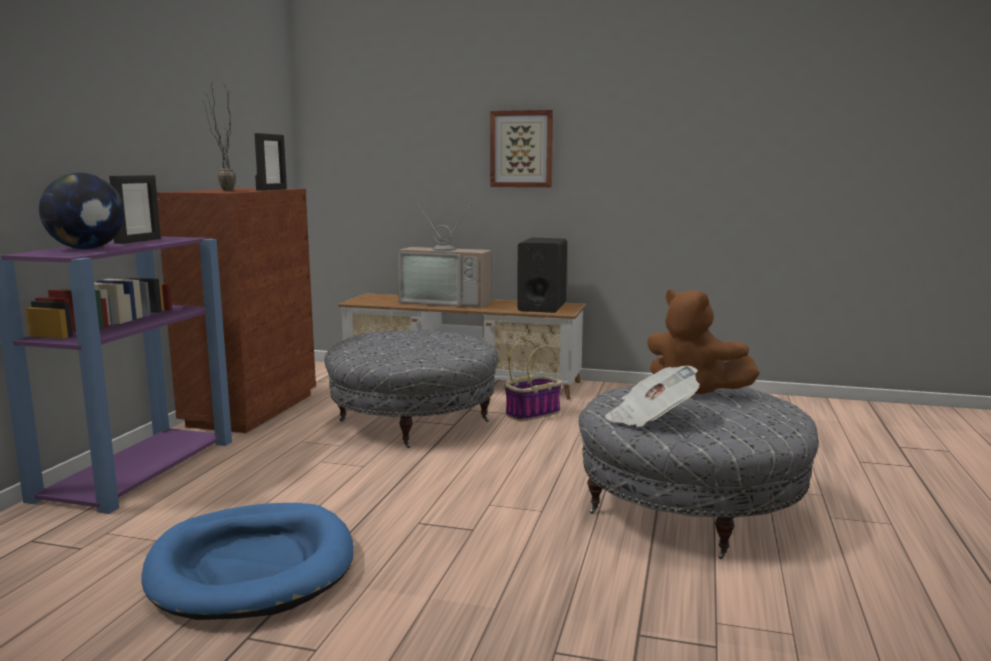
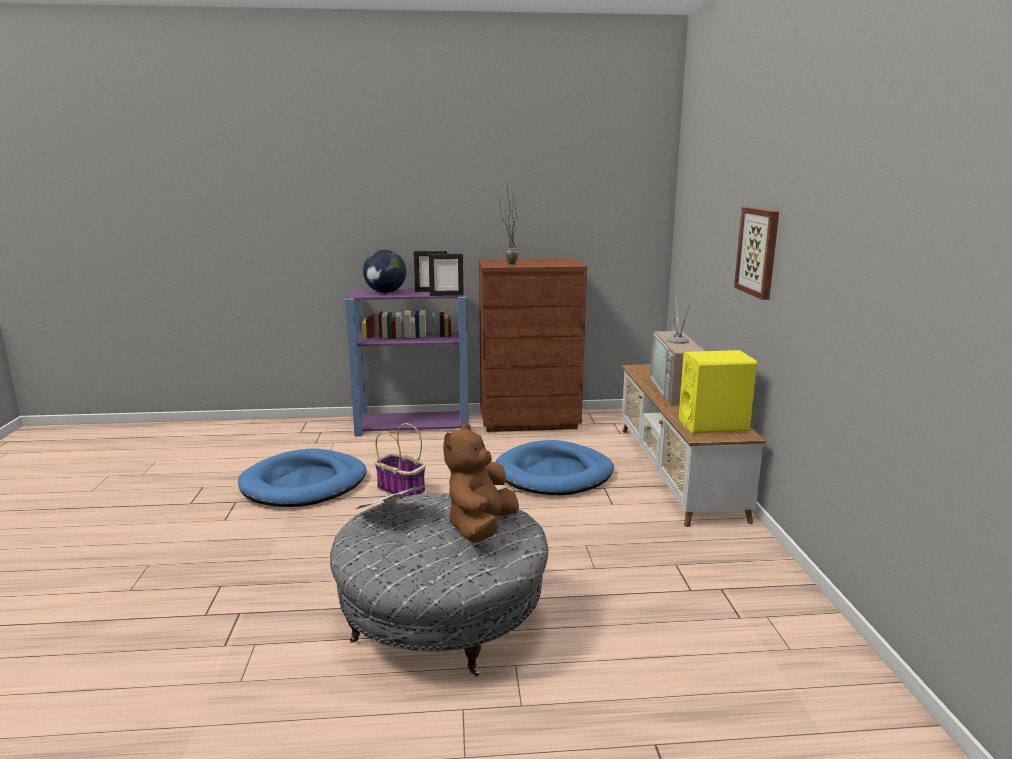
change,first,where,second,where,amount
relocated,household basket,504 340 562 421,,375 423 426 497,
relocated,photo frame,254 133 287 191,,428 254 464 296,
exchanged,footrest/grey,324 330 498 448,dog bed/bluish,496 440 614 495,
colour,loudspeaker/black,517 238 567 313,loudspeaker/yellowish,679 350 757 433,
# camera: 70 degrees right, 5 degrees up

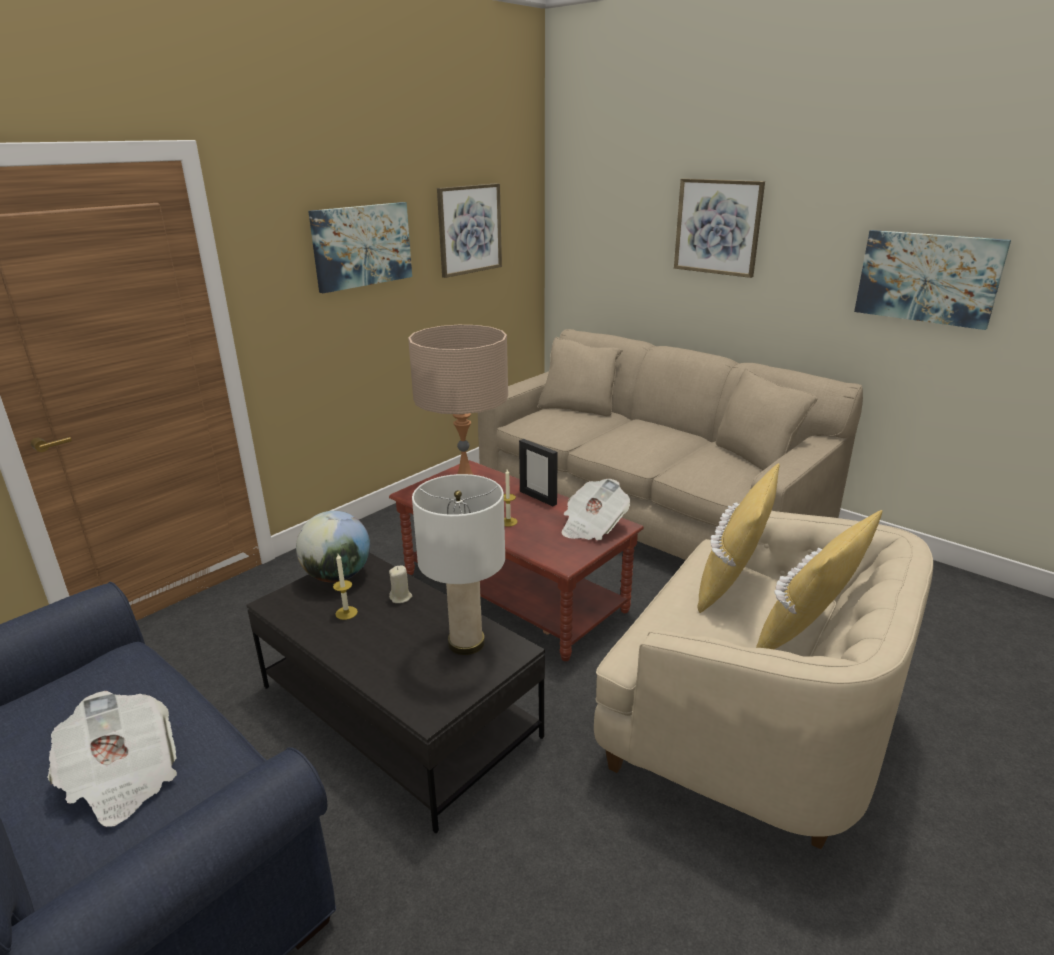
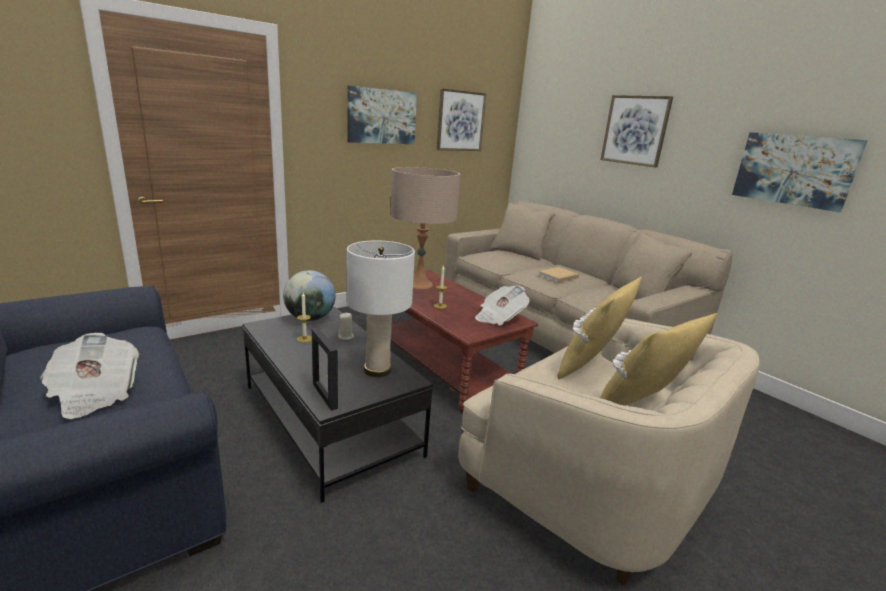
change,first,where,second,where,amount
relocated,photo frame,519 439 558 506,,312 328 338 411,
appeared,,,book/beige,538 267 579 283,
# camera: 10 degrees right, 5 degrees down

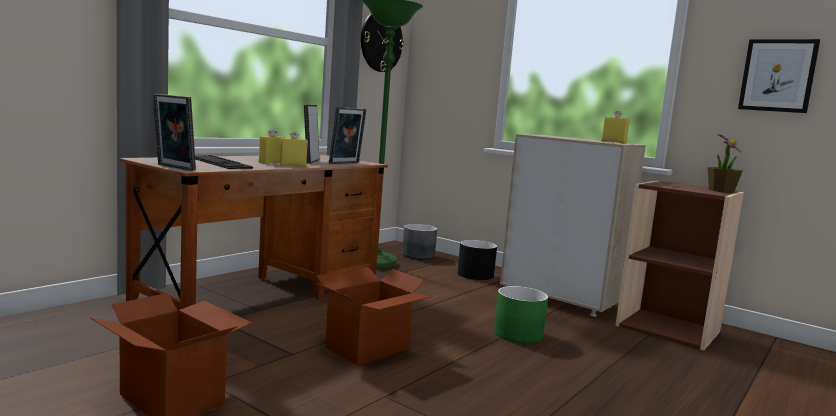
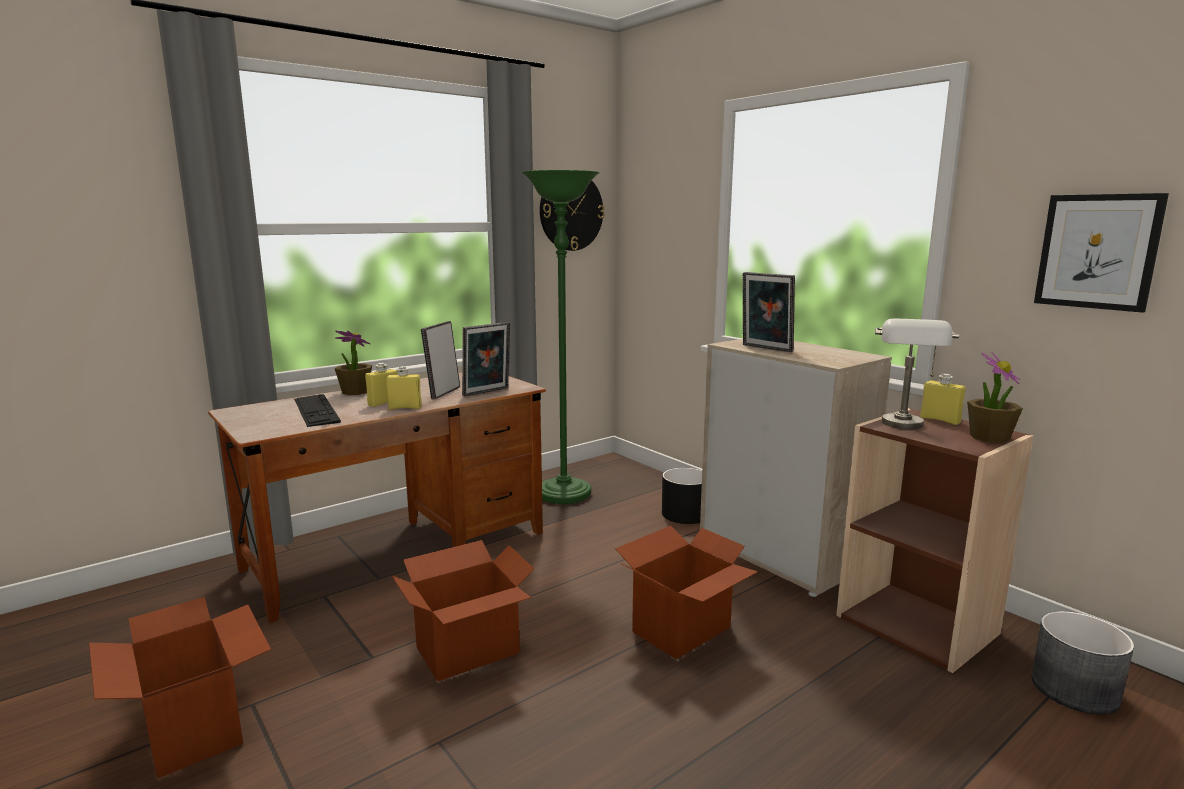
change,first,where,second,where,amount
appeared,,,houseplant,335 330 372 395,
exchanged,flower pot/greenish,494 286 548 344,carton,615 525 758 659,
relocated,photo frame,153 94 196 171,,743 272 795 352,
appeared,,,lamp for a table/grey,875 319 959 429,
relocated,beverage bottle/yellowish,601 111 630 144,,920 374 965 425,
relocated,flower pot/grey,402 224 437 260,,1031 611 1134 715,
# camera: 15 degrees right, 5 degrees up

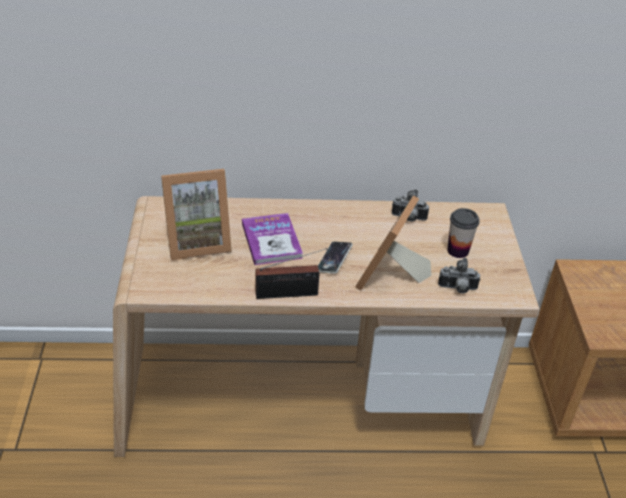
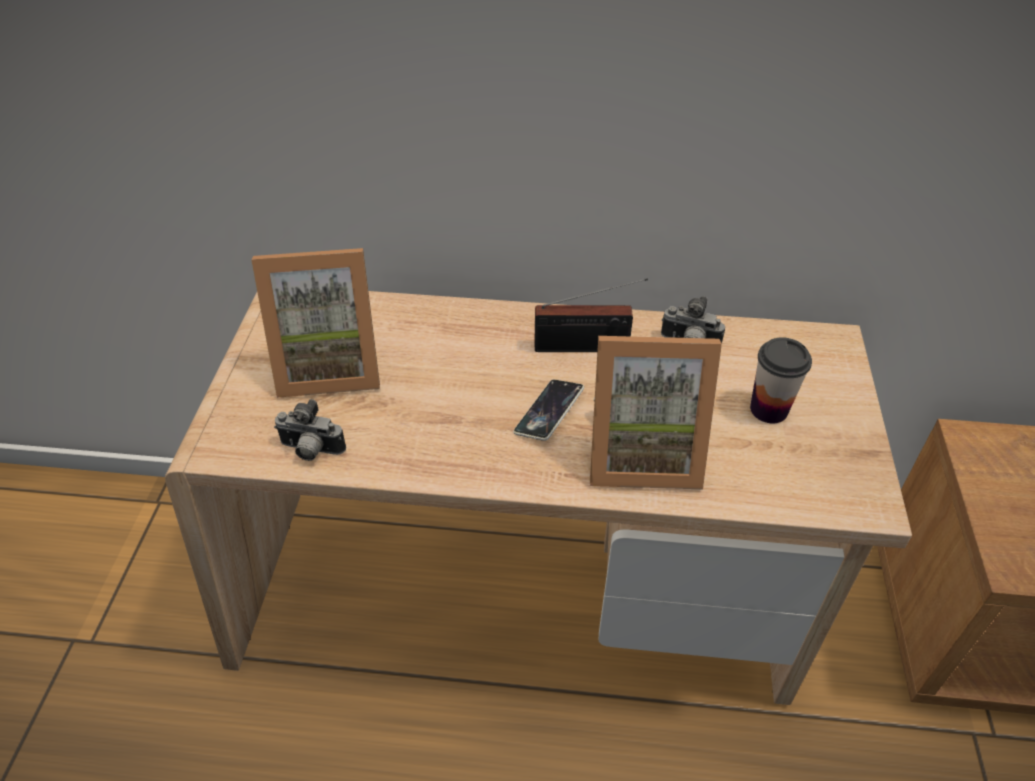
change,first,where,second,where,amount
relocated,photo camera,438 258 481 294,,274 399 346 461,
relocated,radio set,255 248 327 299,,535 278 648 352,
spun,photo frame,355 195 431 291,,590 336 722 489,120 degrees counterclockwise
missing,book,242 213 303 265,,,
# camera: 10 degrees right, 5 degrees up

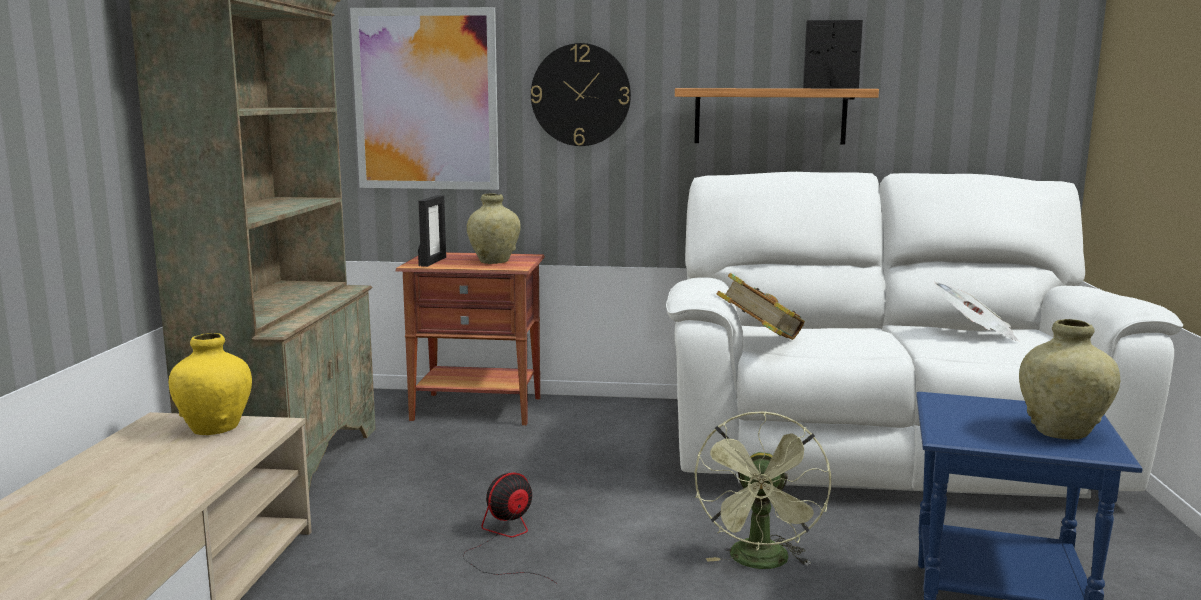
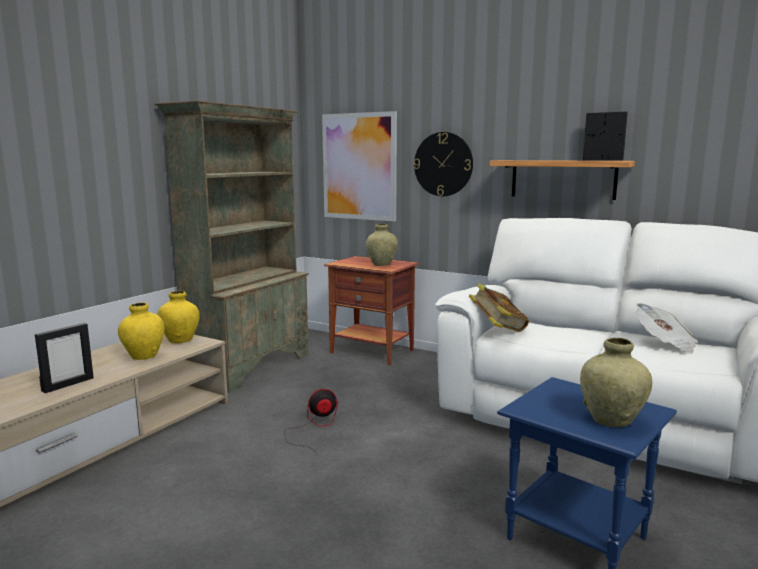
change,first,where,second,where,amount
relocated,photo frame,418 195 446 267,,35 323 94 393,
appeared,,,decorative vase/yellowish,118 302 165 360,
missing,fan/greenish,694 411 831 569,,,
# camera: 25 degrees right, 0 degrees up

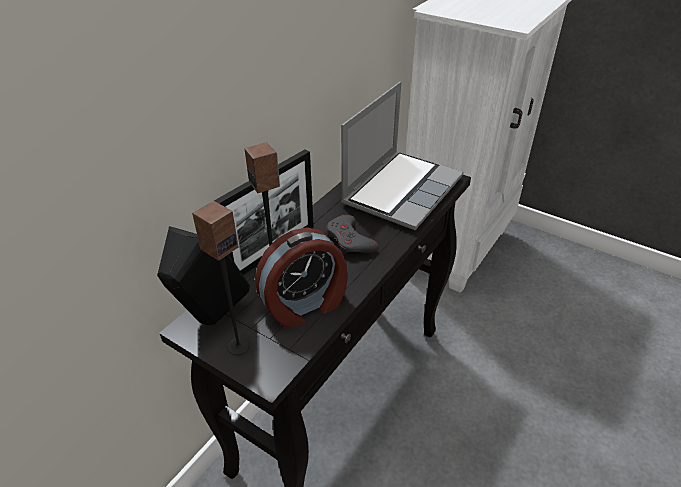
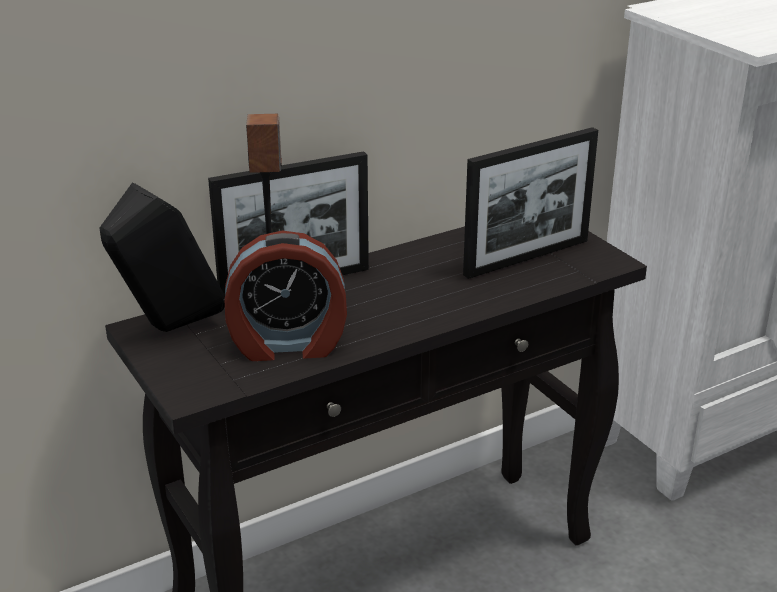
change,first,where,second,where,amount
exchanged,laptop,341 81 463 230,photo frame,463 127 598 279,
missing,loudspeaker,192 201 250 355,,,
missing,game controller/grey,326 215 379 254,,,
# camera: 25 degrees right, 10 degrees down

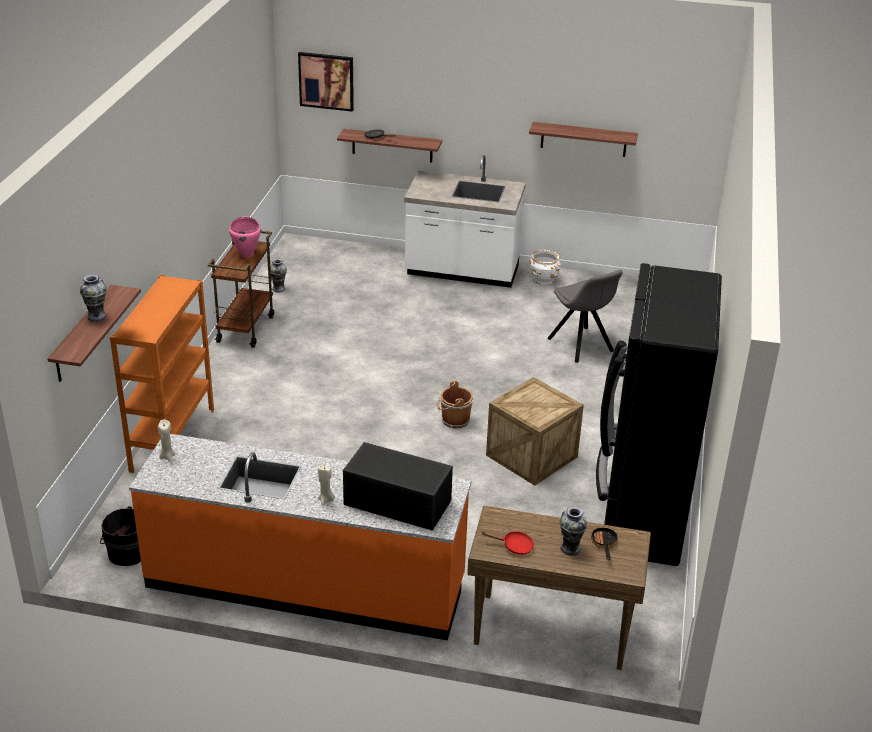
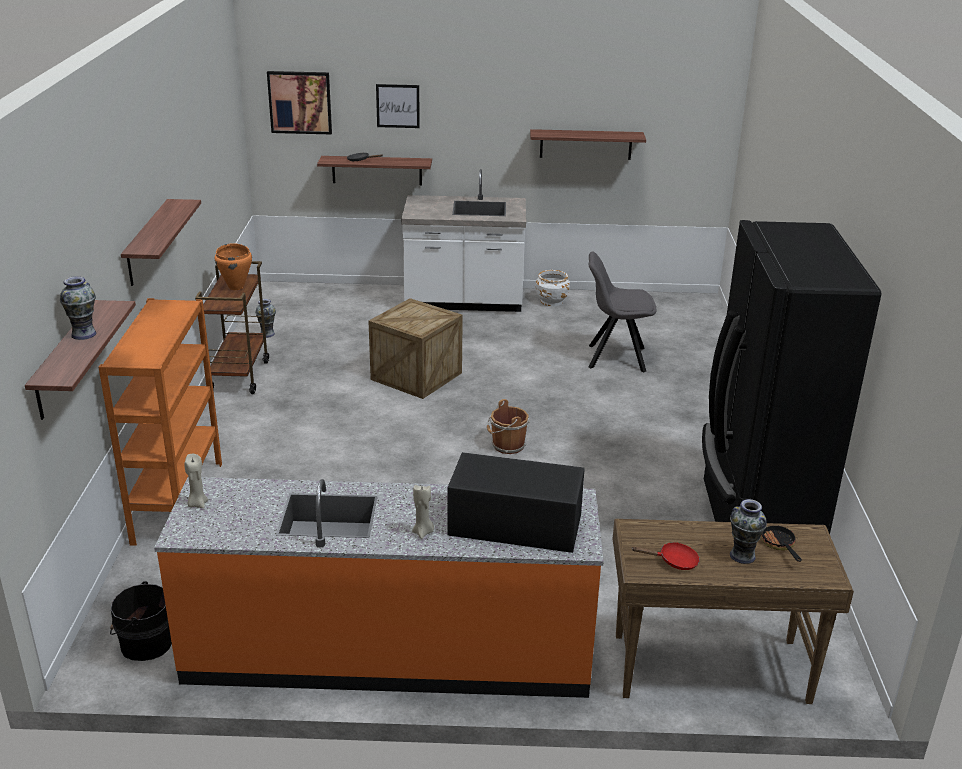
change,first,where,second,where,amount
appeared,,,bracket shelf,121 199 201 286,
colour,stockpot/pinkish,229 217 261 258,stockpot/orange-coloured,215 243 252 290,
relocated,shipping crate,486 377 584 486,,368 298 463 399,
appeared,,,wall picture,376 84 420 128,
spun,upright chair/grey,548 270 623 363,,588 251 657 372,135 degrees clockwise
# camera: 10 degrees left, 5 degrees down

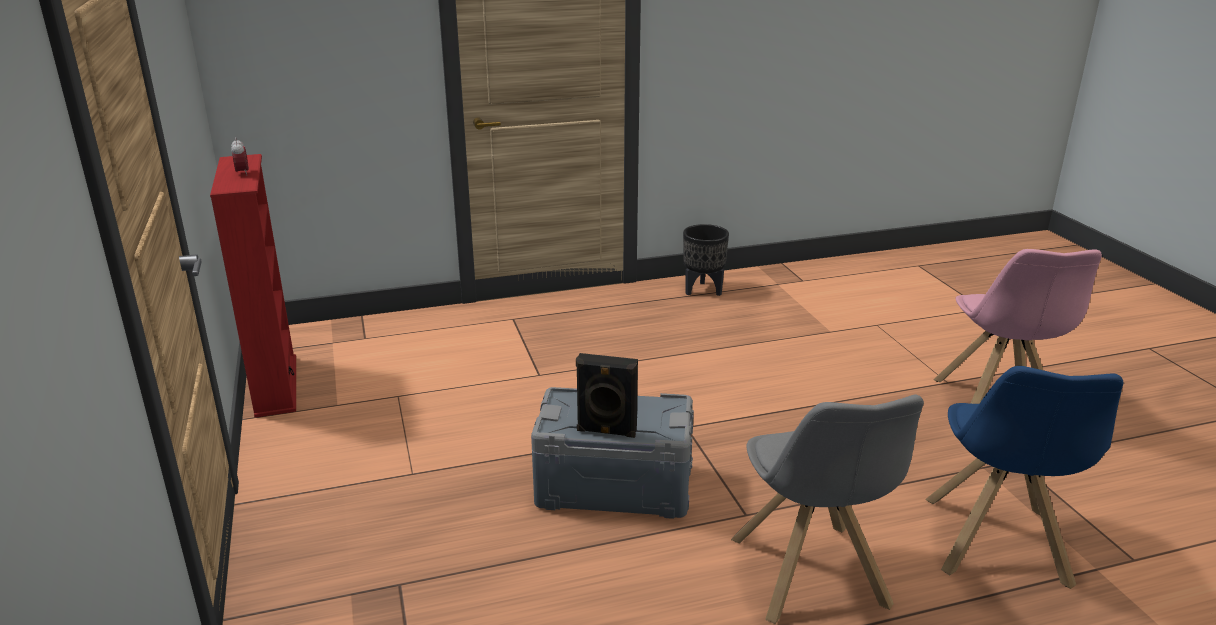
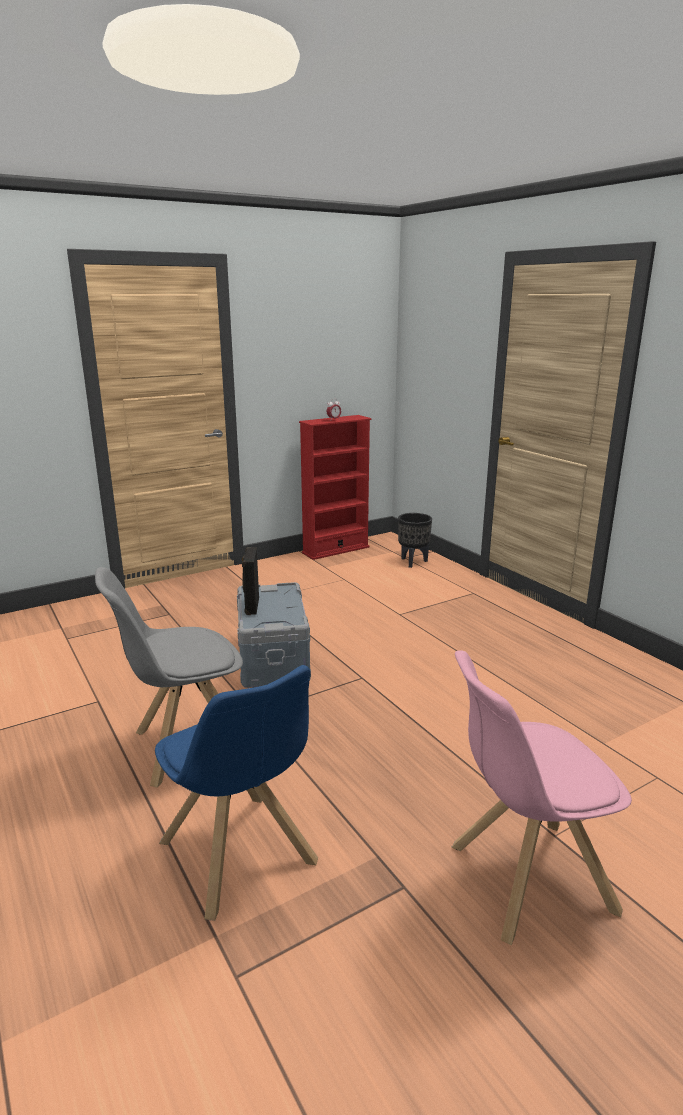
change,first,where,second,where,amount
spun,upright chair/bluish,925 366 1124 589,,155 665 318 921,120 degrees counterclockwise
relocated,flower pot/black,683 224 729 296,,398 513 432 568,
# camera: 75 degrees right, 5 degrees down

